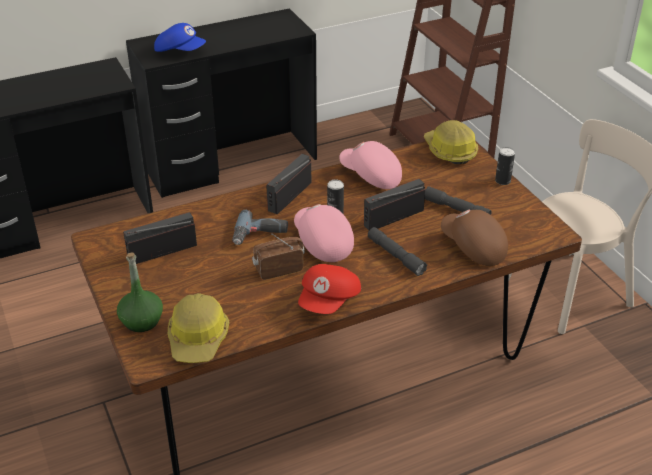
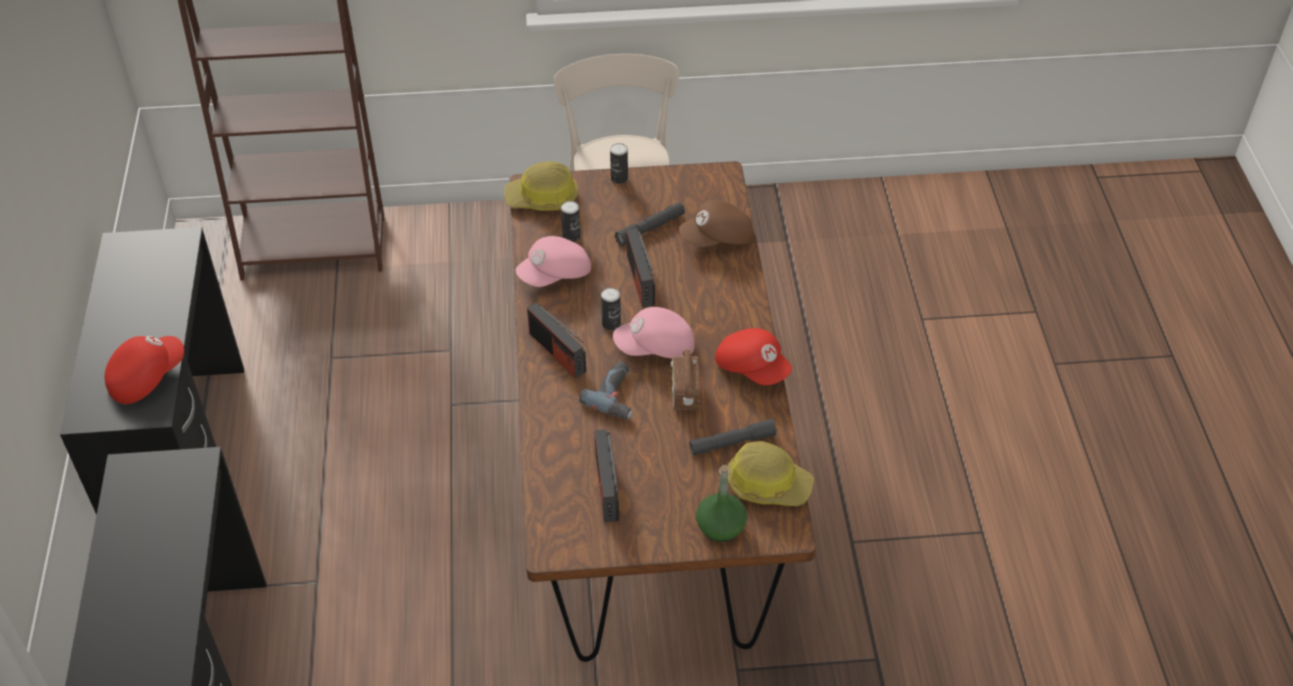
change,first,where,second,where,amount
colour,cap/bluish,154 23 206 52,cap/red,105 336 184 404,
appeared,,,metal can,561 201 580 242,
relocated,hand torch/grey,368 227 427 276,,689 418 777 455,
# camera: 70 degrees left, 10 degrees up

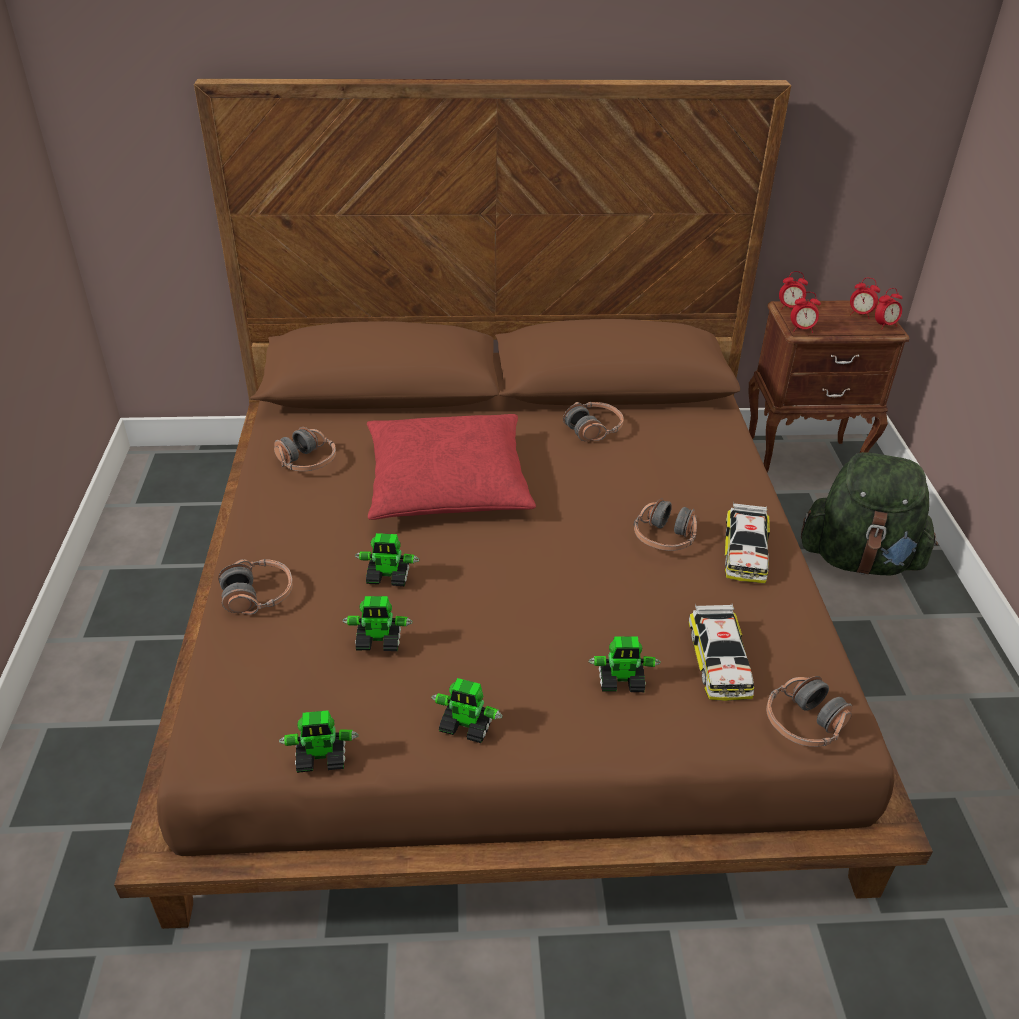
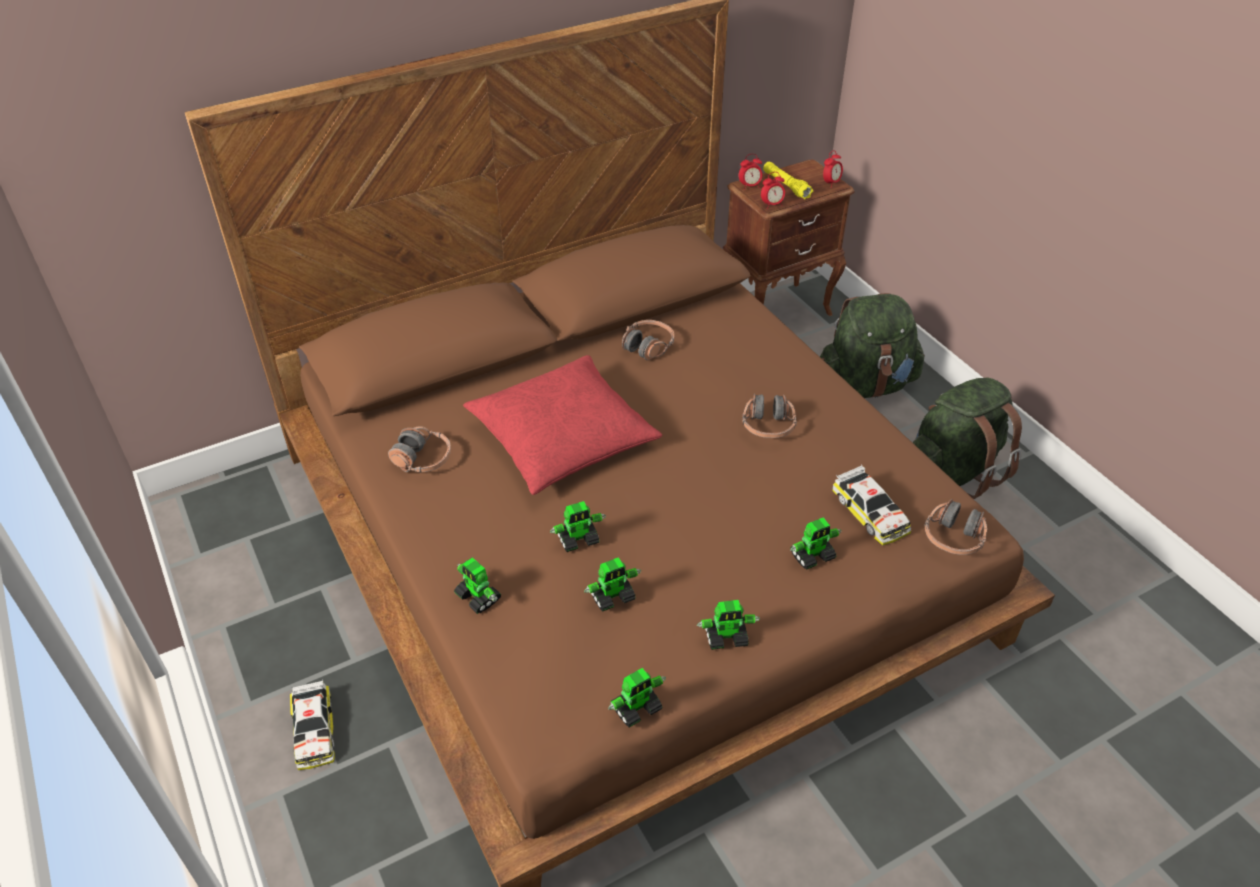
change,first,where,second,where,amount
relocated,model car,725 502 770 584,,290 681 335 770,
exchanged,headset,218 559 293 615,robot figure,454 557 501 614,
appeared,,,hand torch/yellowish,763 162 813 199,
appeared,,,rucksack/greenish,913 378 1022 499,
missing,bedside clock,850 278 880 319,,,
# camera: 25 degrees left, 5 degrees up

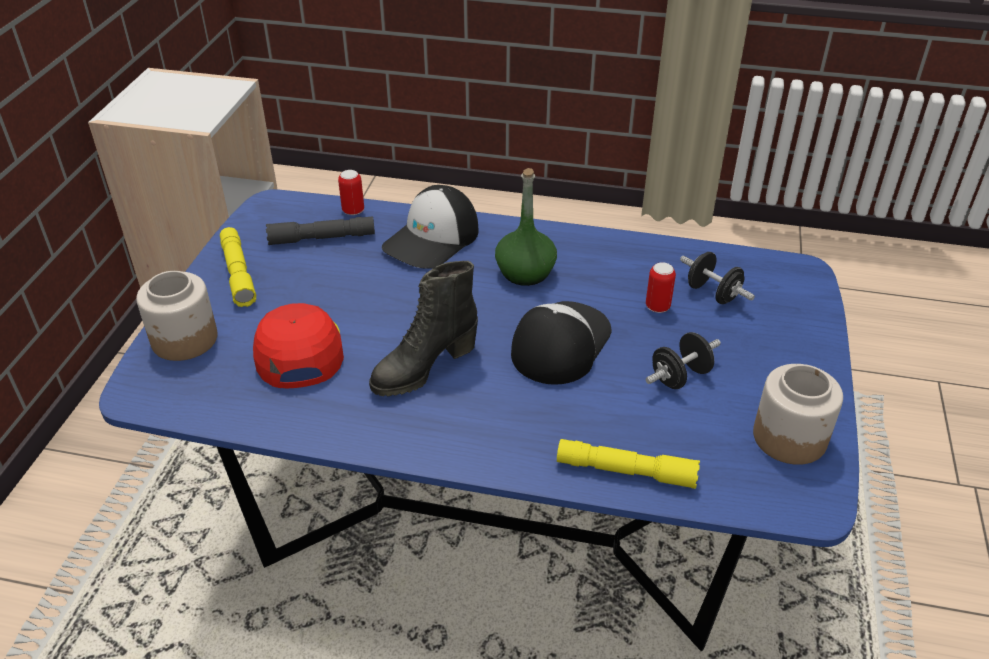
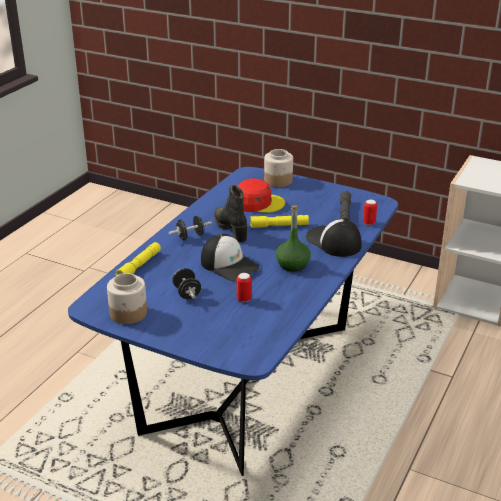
change,first,where,second,where,amount
relocated,dumbbell/black,680 252 755 304,,169 216 212 240,
relocated,hand torch/yellowish,220 227 256 307,,250 215 309 228,
# camera: 105 degrees right, 10 degrees down

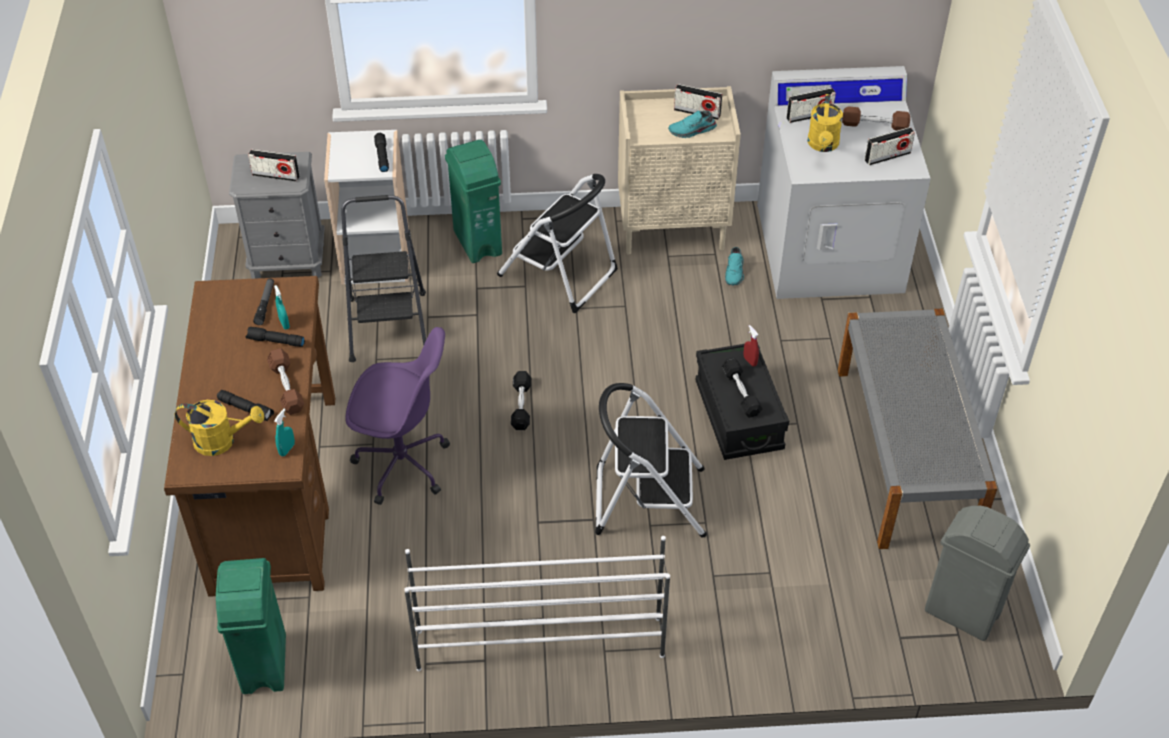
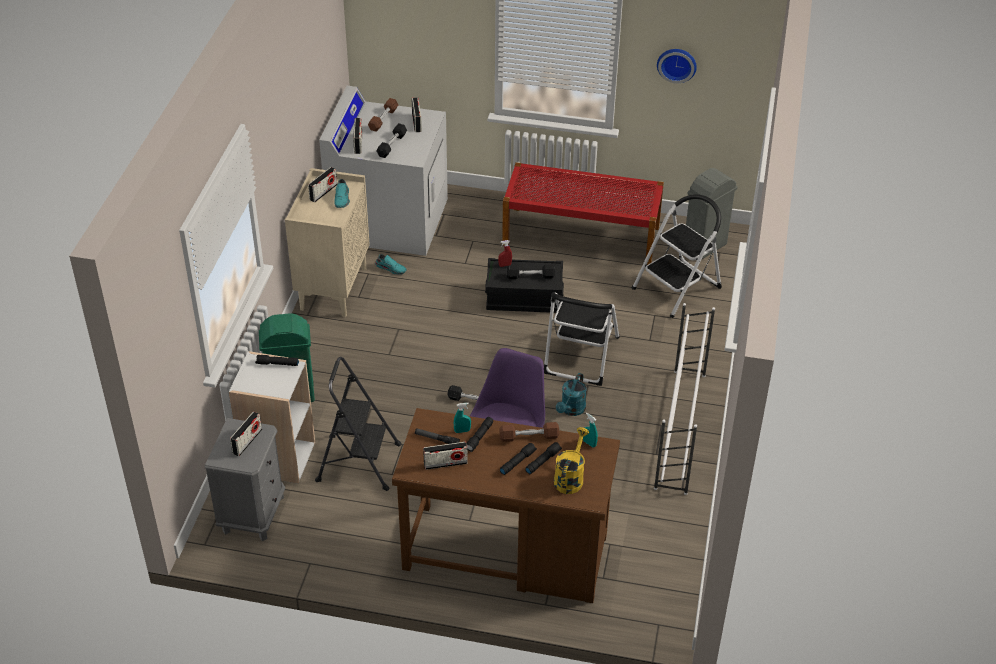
change,first,where,second,where,amount
exchanged,sprinkling can/yellowish,807 94 843 152,dumbbell/black,376 123 407 158,
appeared,,,radio set,423 442 467 470,
appeared,,,hand torch/black,500 443 537 475,
colour,bench/grey,838 308 997 549,bench/red,502 162 664 265,
appeared,,,sprinkling can/blue-green,556 373 587 416,
relocated,step stool,497 174 618 313,,632 194 722 318,
appeared,,,clock on the wall,657 49 697 84,
missing,trash can/greenish,216 558 286 694,,,
# camera: 75 degrees left, 5 degrees down

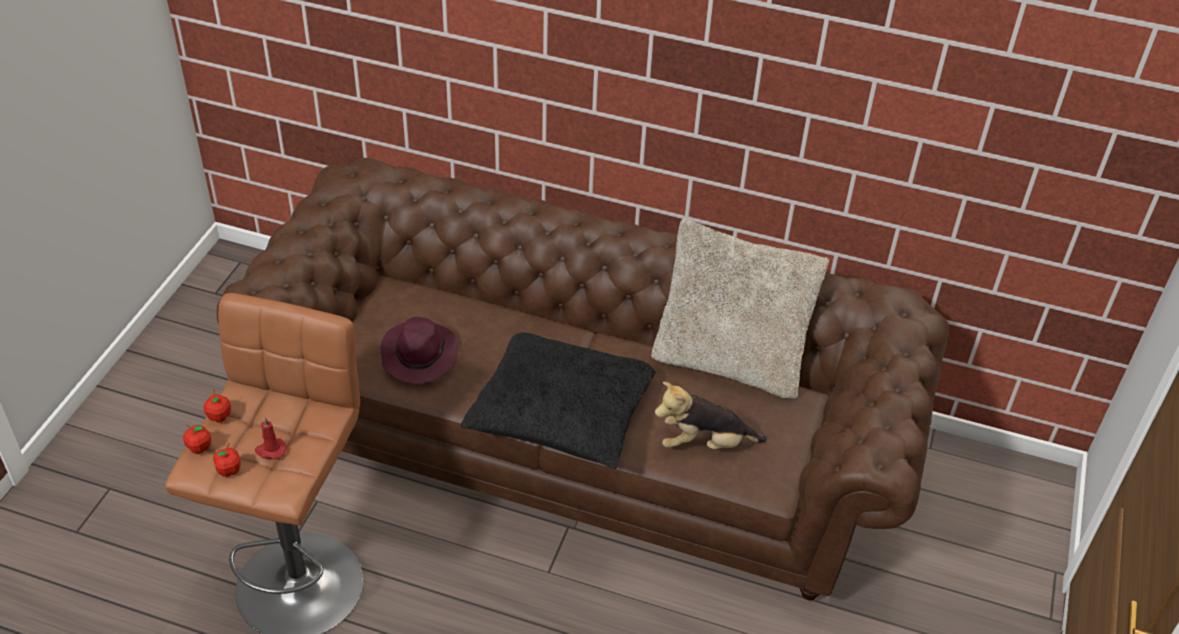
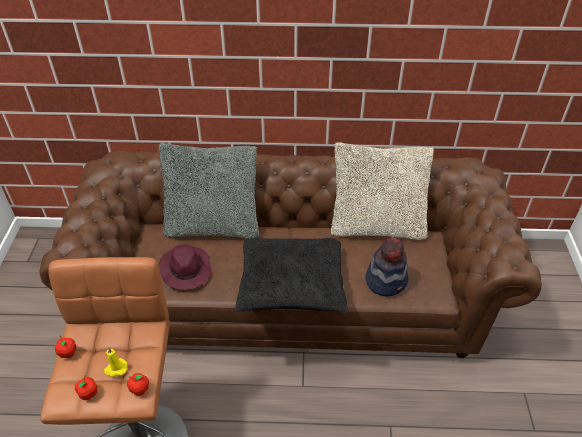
change,first,where,second,where,amount
colour,wax light/red,255 417 287 460,wax light/yellowish,104 347 128 377,
relocated,whole apple,183 424 211 454,,127 373 149 396,
appeared,,,cushion/grey,158 143 259 239,
exchanged,plush toy,655 382 767 449,clothing hat,366 237 408 297,
# camera: 15 degrees left, 0 degrees up

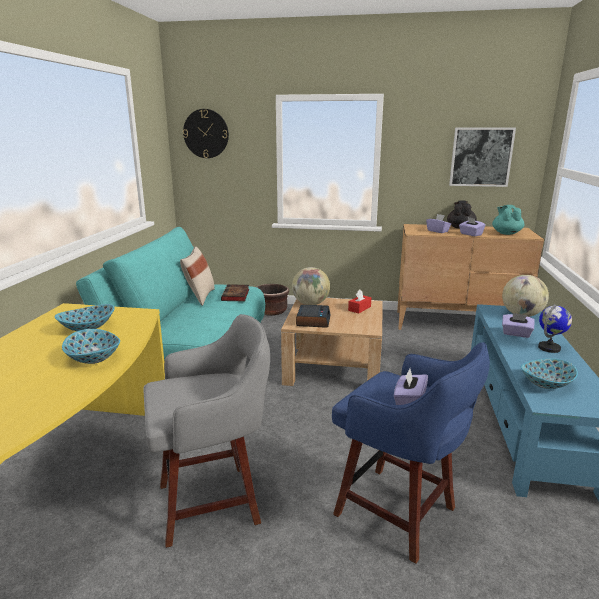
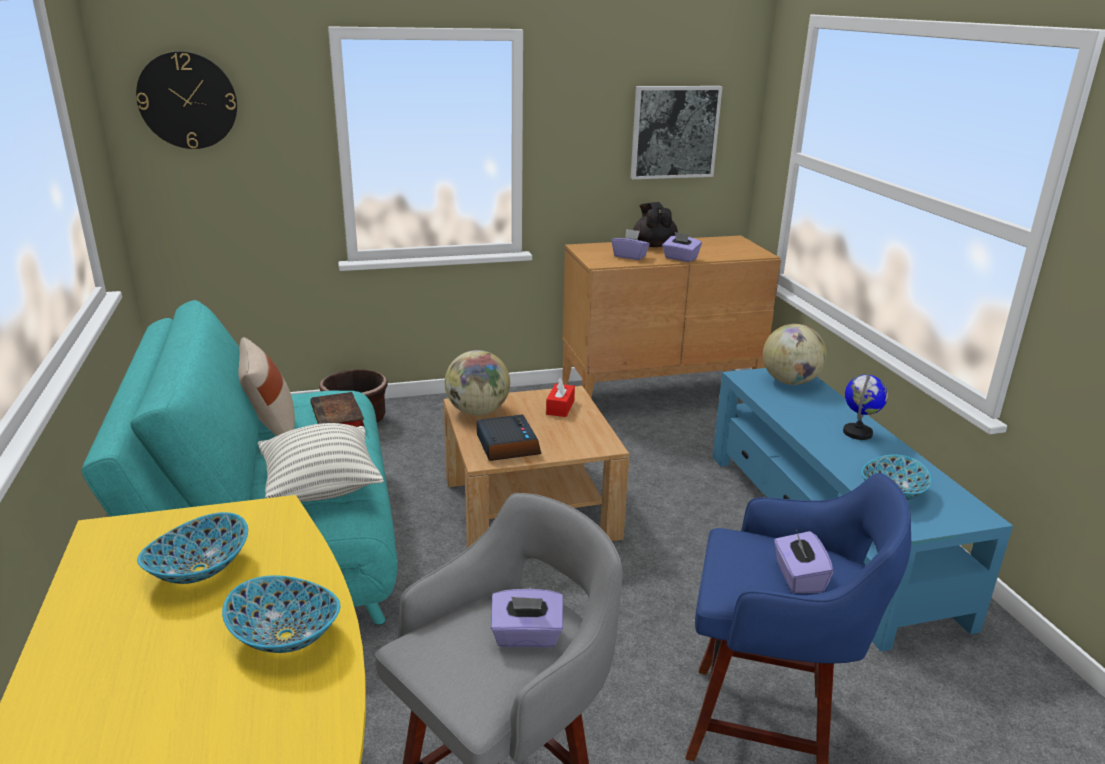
change,first,where,second,where,amount
appeared,,,cushion,258 423 384 502,
relocated,tissue holder/purple-coloured,502 313 535 338,,491 589 563 648,
missing,teapot/blue-green,492 205 525 235,,,
# camera: 25 degrees left, 5 degrees up

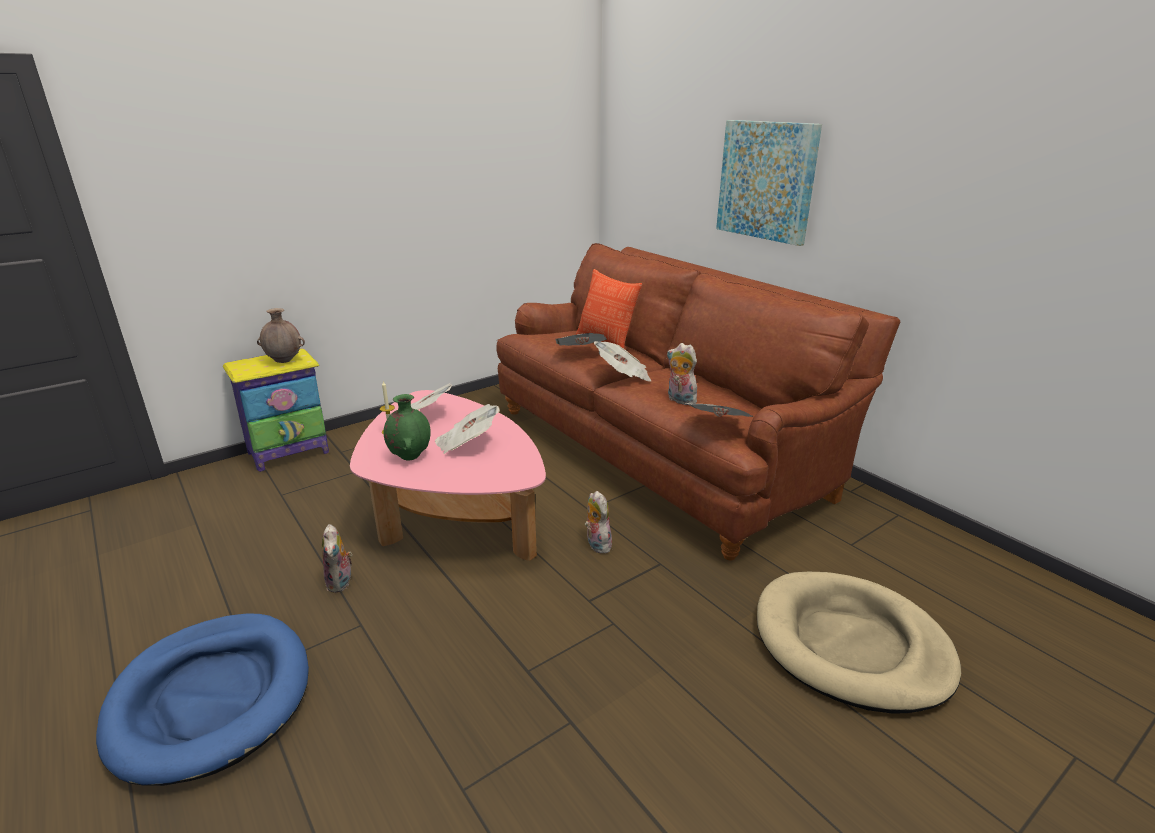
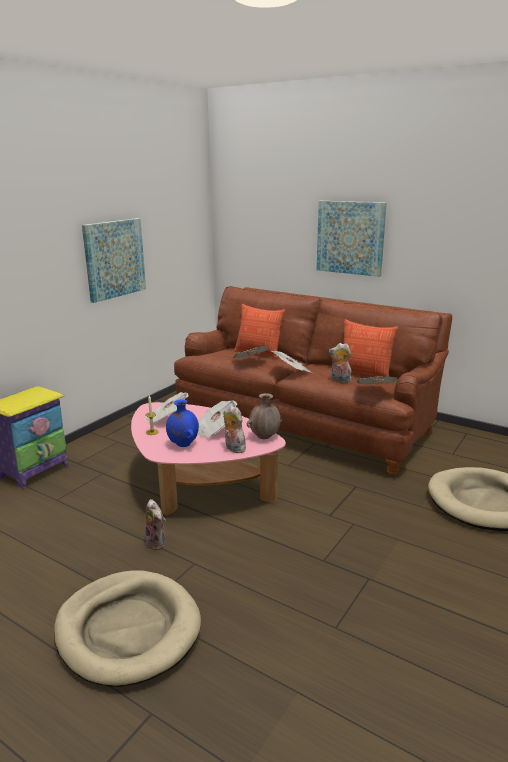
change,first,where,second,where,amount
colour,dog bed/bluish,96 613 309 786,dog bed/beige,54 570 201 687,
appeared,,,wall picture,82 218 146 303,
colour,decorative vase/greenish,384 394 431 461,decorative vase/bluish,166 399 199 447,
relocated,plush toy,584 491 612 553,,224 406 246 453,
relocated,decorative vase/brown,257 308 305 363,,246 393 283 439,
appeared,,,cushion/orange-coloured,343 319 398 377,
# camera: 20 degrees left, 5 degrees down

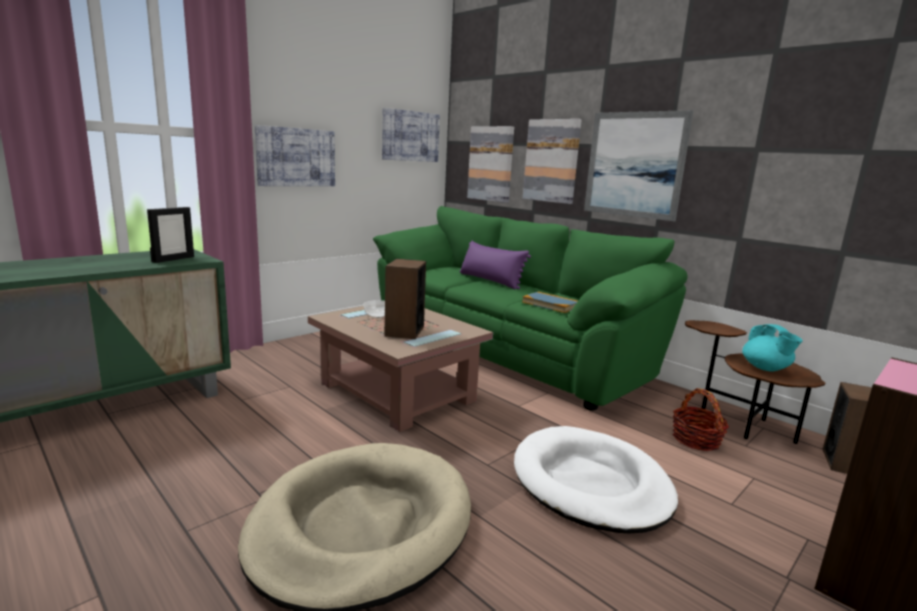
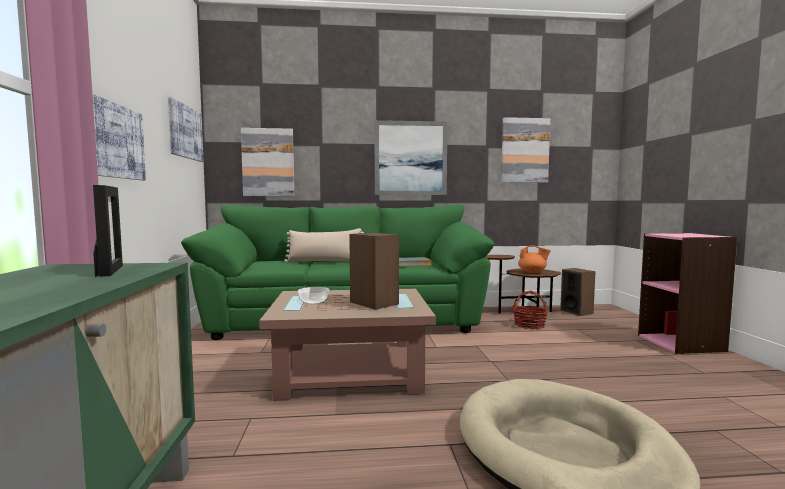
change,first,where,second,where,amount
colour,cushion/purple-coloured,460 241 531 290,cushion/beige,284 228 364 263,
relocated,wall picture,523 119 582 204,,501 117 550 183,
colour,teapot/blue-green,742 324 803 372,teapot/orange-coloured,518 245 551 273,
missing,dog bed/white-coloured,514 426 678 534,,,
# camera: 50 degrees left, 10 degrees down

